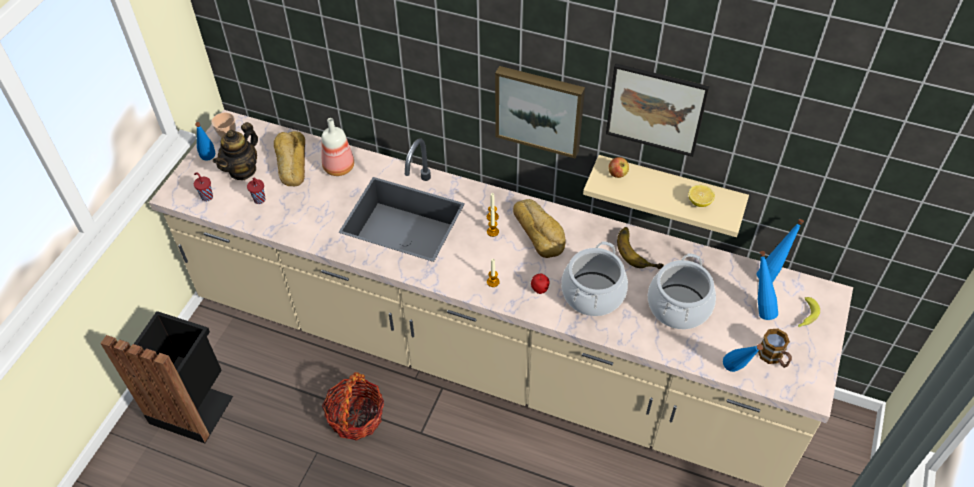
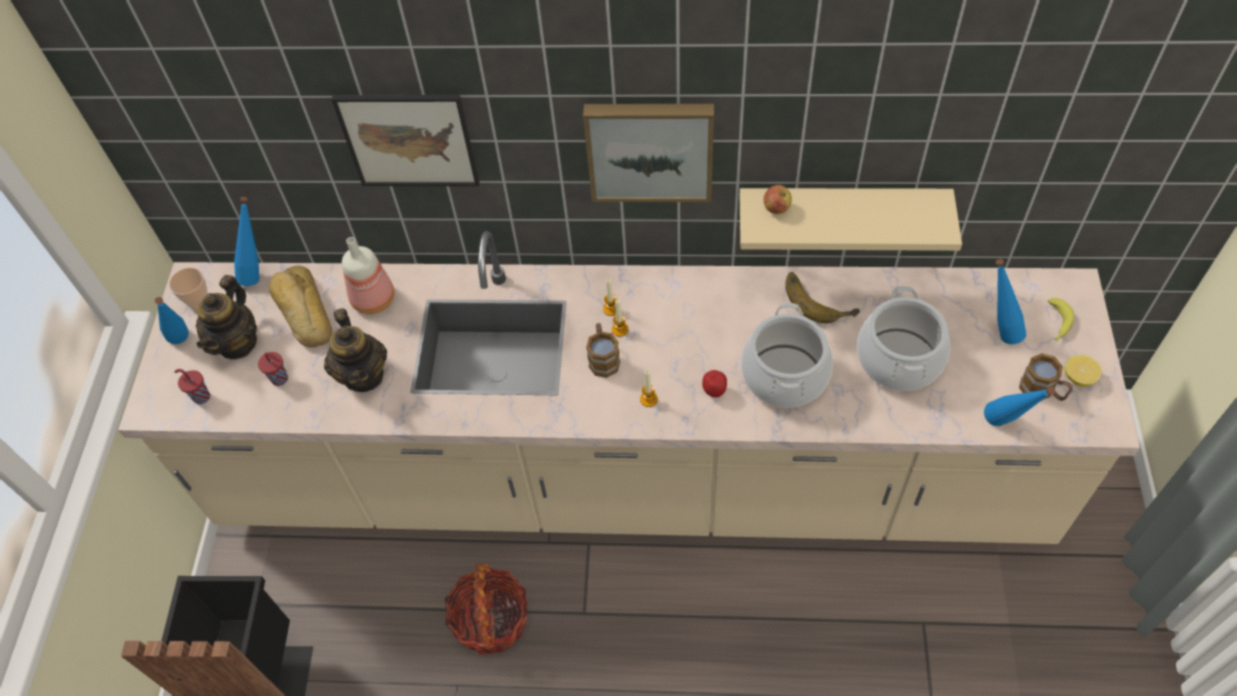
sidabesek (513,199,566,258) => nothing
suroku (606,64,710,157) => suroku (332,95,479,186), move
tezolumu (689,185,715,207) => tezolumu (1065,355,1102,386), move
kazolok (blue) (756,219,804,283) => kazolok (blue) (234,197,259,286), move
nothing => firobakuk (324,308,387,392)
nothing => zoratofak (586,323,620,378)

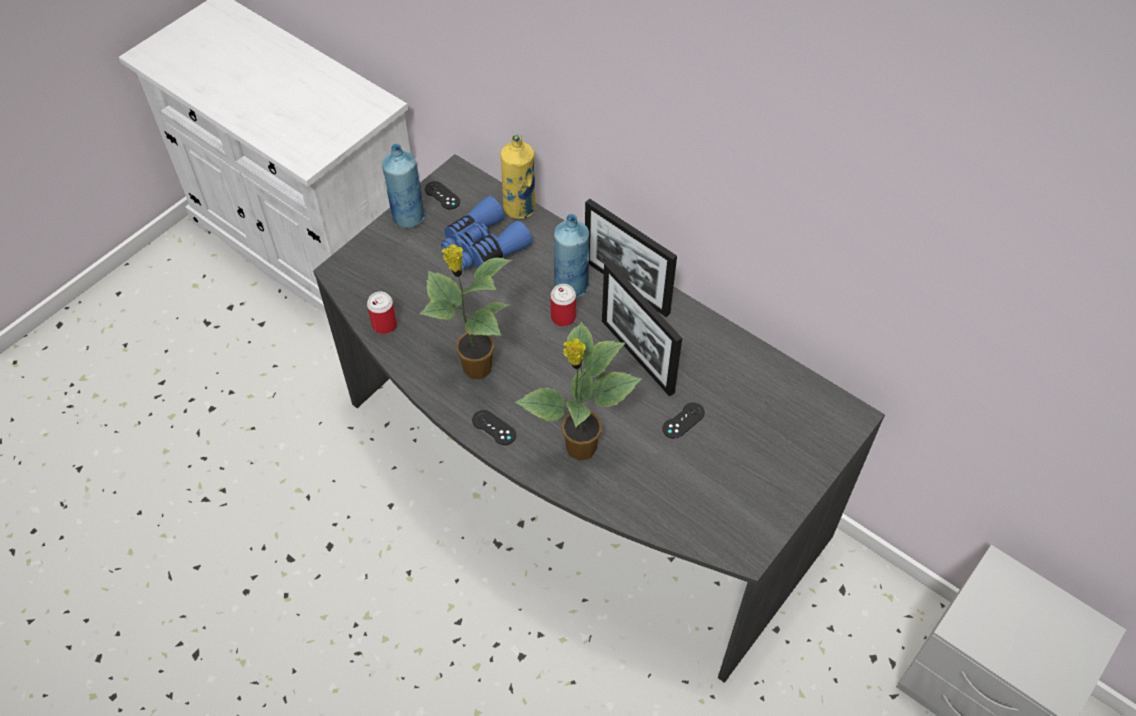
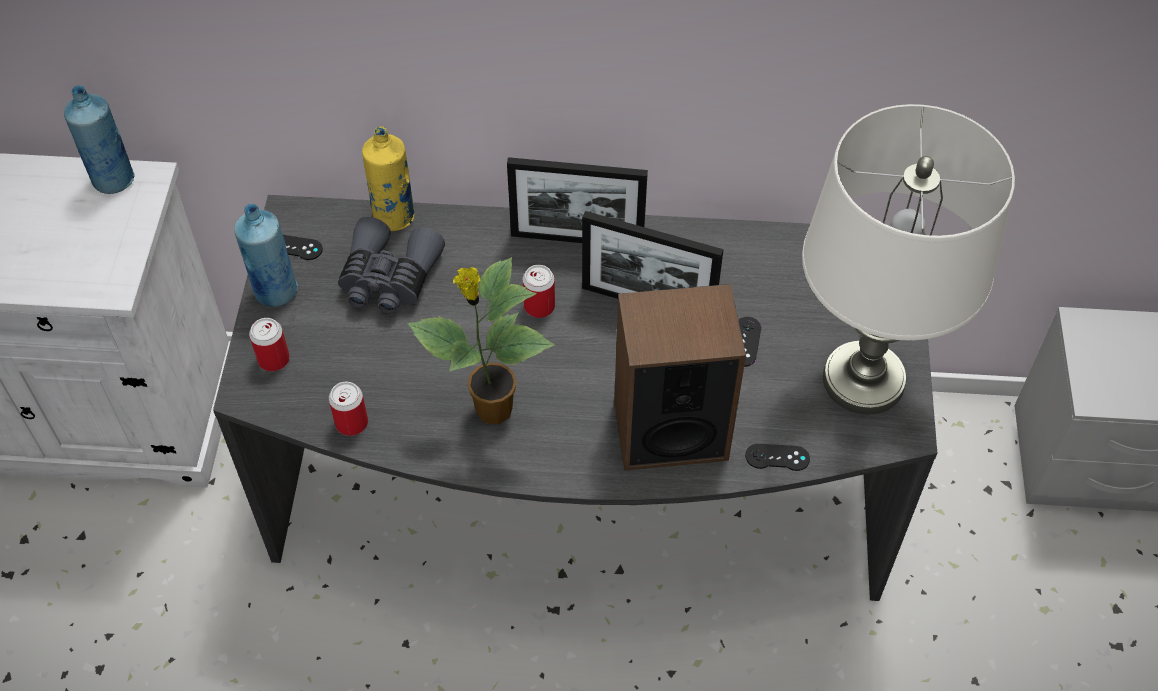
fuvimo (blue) (441,196,532,269) => fuvimo (grey) (338,217,445,314)
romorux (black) (472,410,516,445) => romorux (black) (745,444,810,471), move
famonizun (515,322,641,461) => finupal (614,284,746,471)
kazolok (blue) (554,214,589,298) => kazolok (blue) (64,85,135,194), move
nothing => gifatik (249,318,290,371)
nothing => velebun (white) (802,104,1015,415)

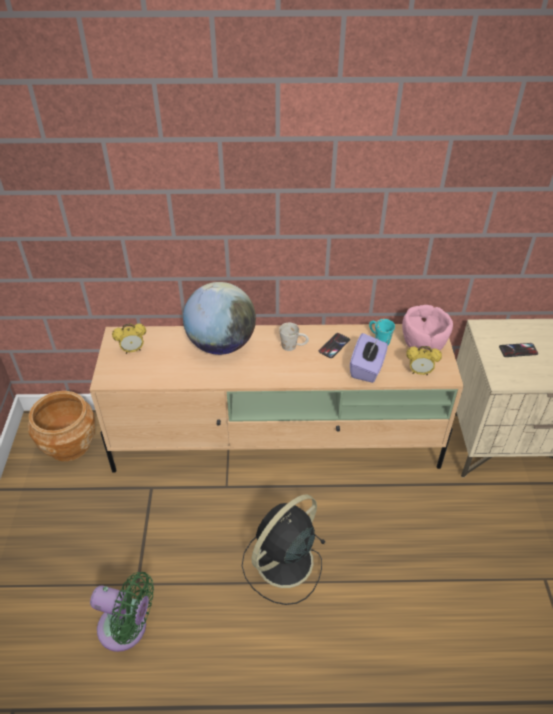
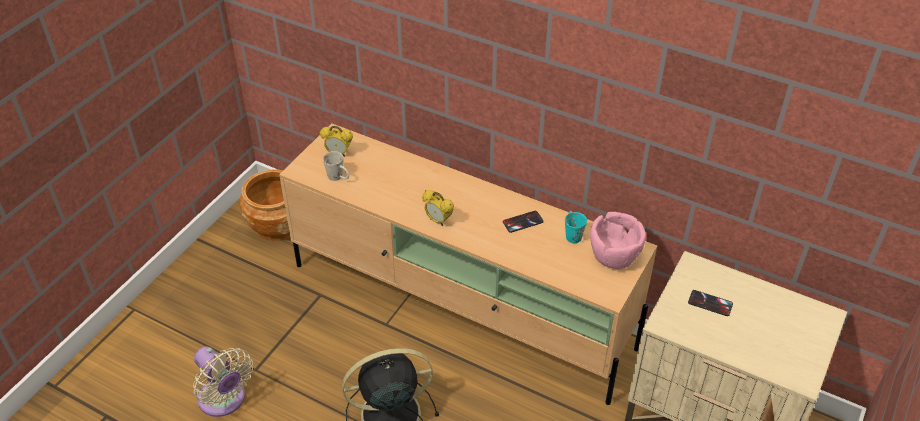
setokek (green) (90,572,154,652) => setokek (beige) (193,347,253,417)
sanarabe (183,282,256,355) => nothing
zoratofak (white) (279,323,309,351) => zoratofak (white) (323,151,349,181), move
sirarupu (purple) (350,333,388,383) => nothing
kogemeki (406,346,442,376) => kogemeki (422,190,454,226), move

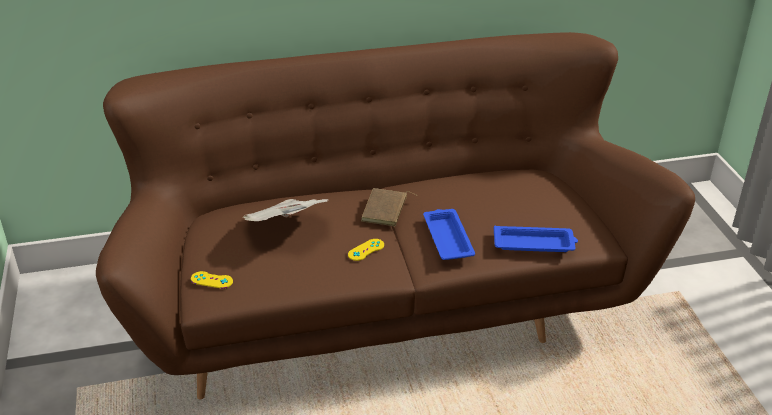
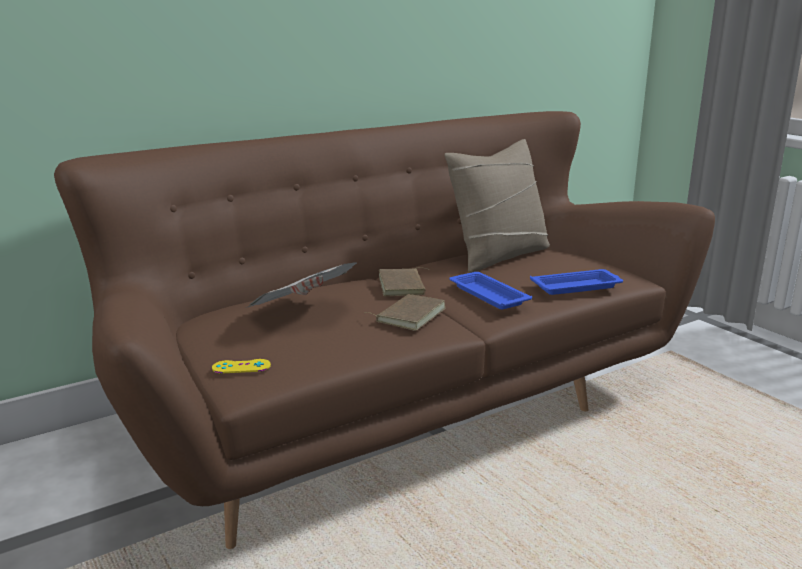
romorux (yellow) (348,239,384,261) => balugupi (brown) (365,294,446,331)
nothing => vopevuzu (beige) (444,139,550,273)

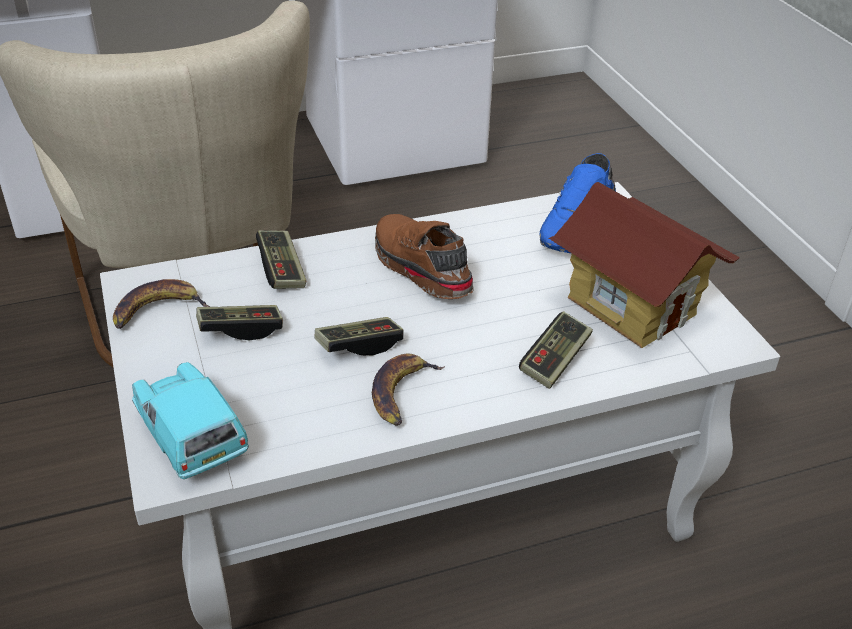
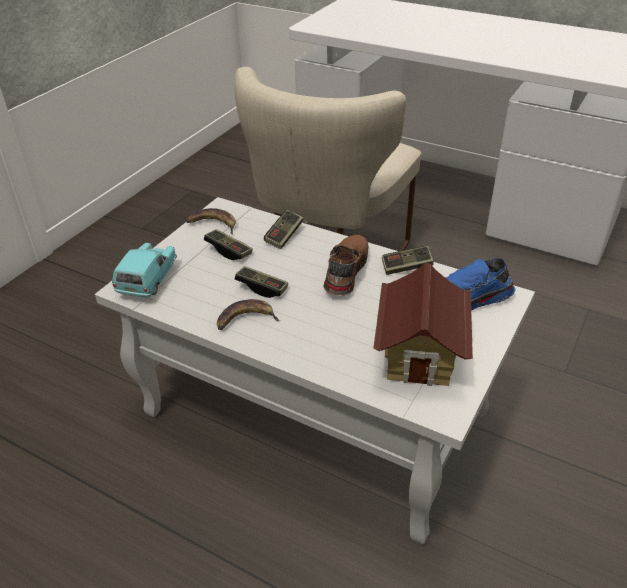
romorux (519,311,593,389) => romorux (382,246,433,275), move

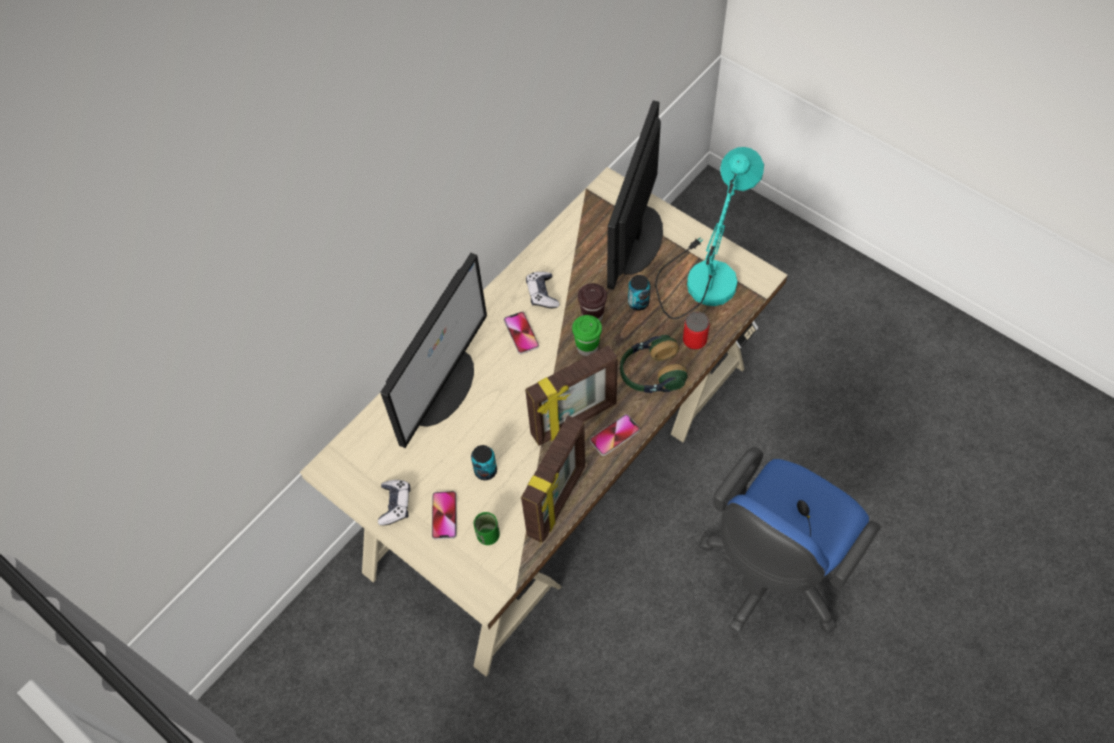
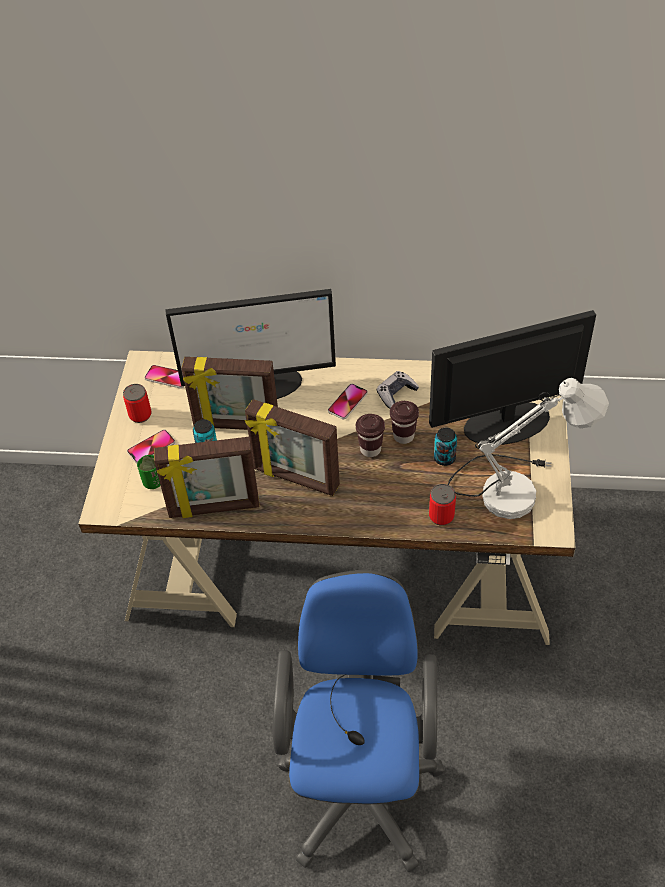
romorux (378,480,410,525) => gifatik (123,384,152,423)
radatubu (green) (572,315,602,356) => radatubu (brown) (356,414,385,457)
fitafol (590,414,640,456) => fitafol (144,365,185,389), move
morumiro (620,335,688,393) => nothing
velebun (turquoise) (655,147,764,319) => velebun (white) (448,378,609,519)
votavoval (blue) (699,447,881,633) => votavoval (blue) (273,570,445,872), 90 degrees clockwise
nothing => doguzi (181,357,278,430)

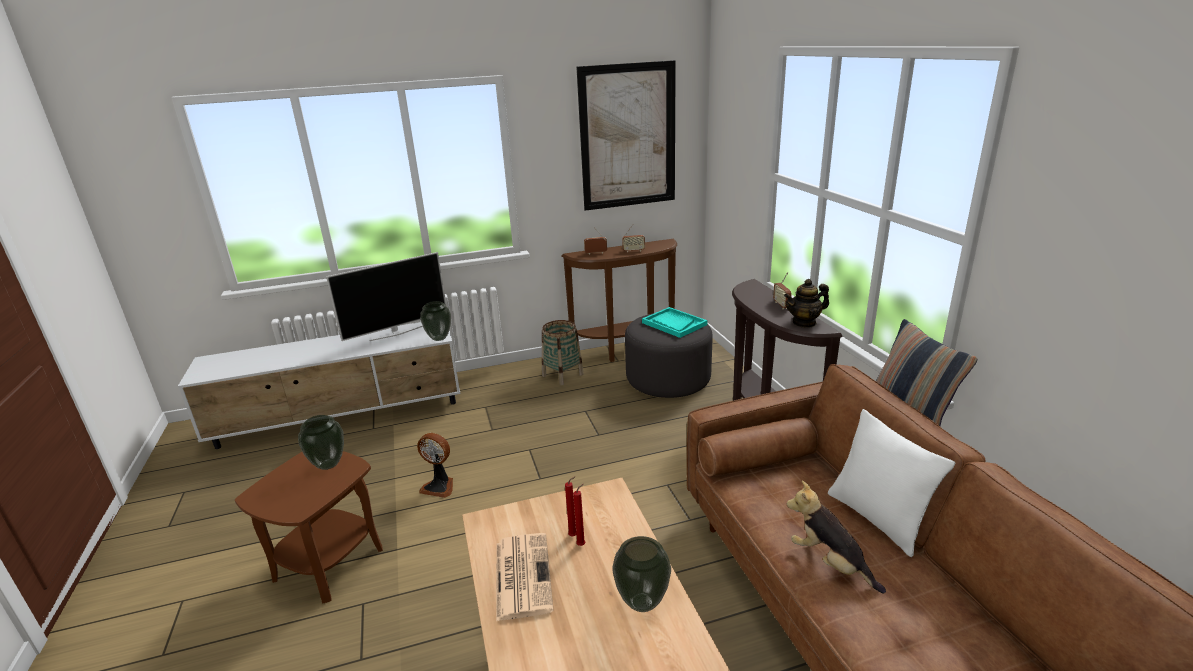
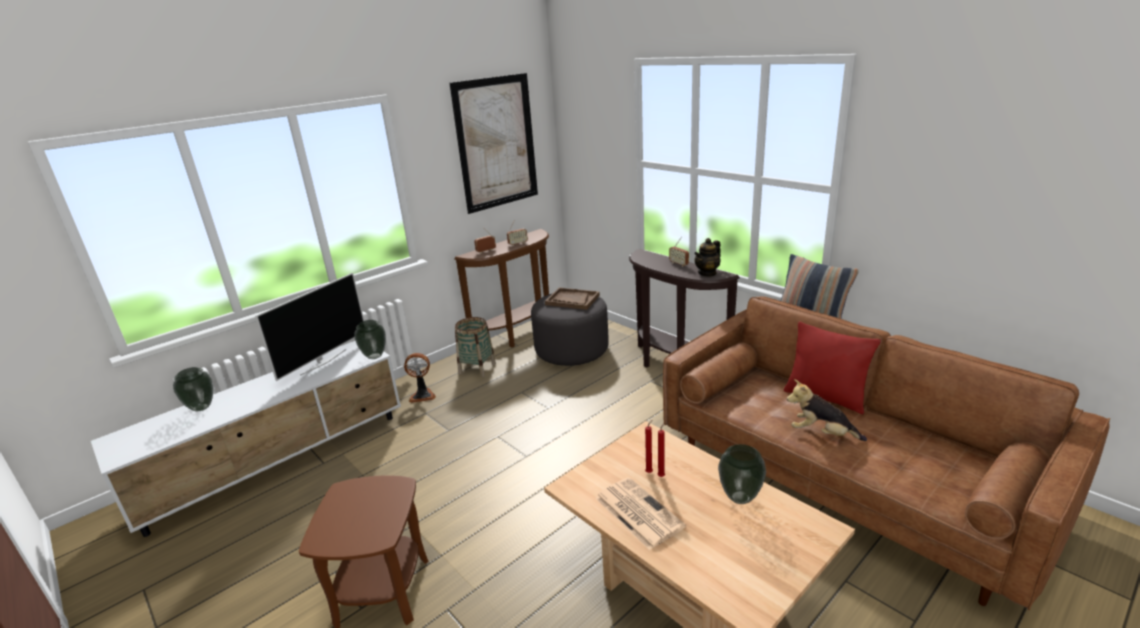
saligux (298,415,344,470) => saligux (173,367,213,412), move
setokek (417,433,453,498) => setokek (404,353,436,403), move
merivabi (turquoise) (642,307,707,338) => merivabi (brown) (545,287,600,310)
vopevuzu (white) (828,409,956,557) => vopevuzu (red) (784,322,881,414)

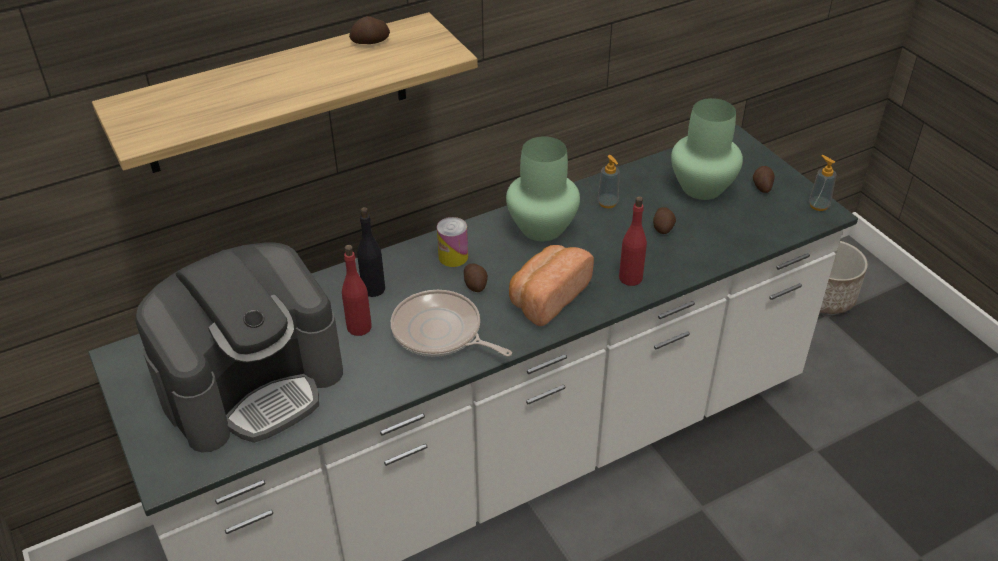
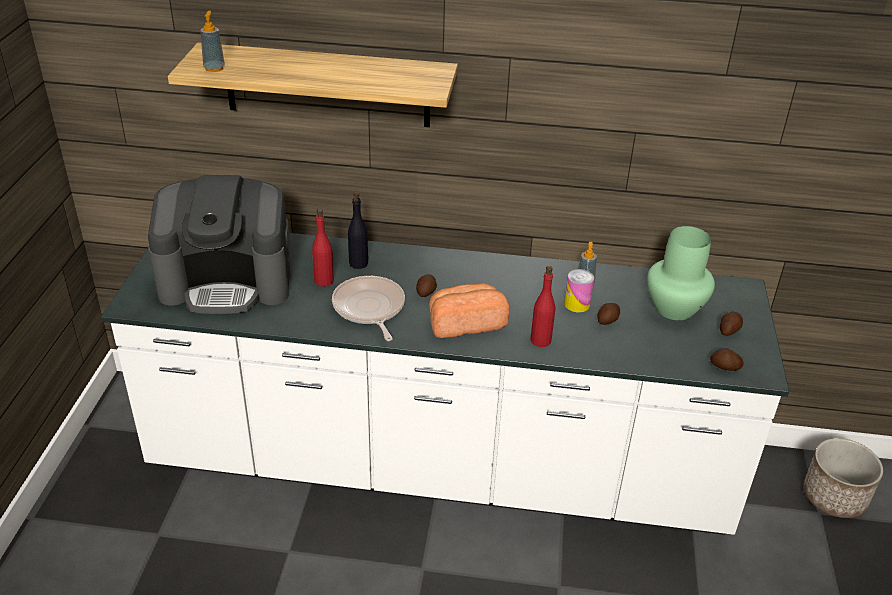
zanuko (349,16,390,44) => zanuko (710,348,743,371), move
gifatik (437,217,468,267) => gifatik (564,269,594,312), move
saligux (green) (506,136,580,242) => nothing
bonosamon (809,155,837,211) => bonosamon (200,11,225,72), move

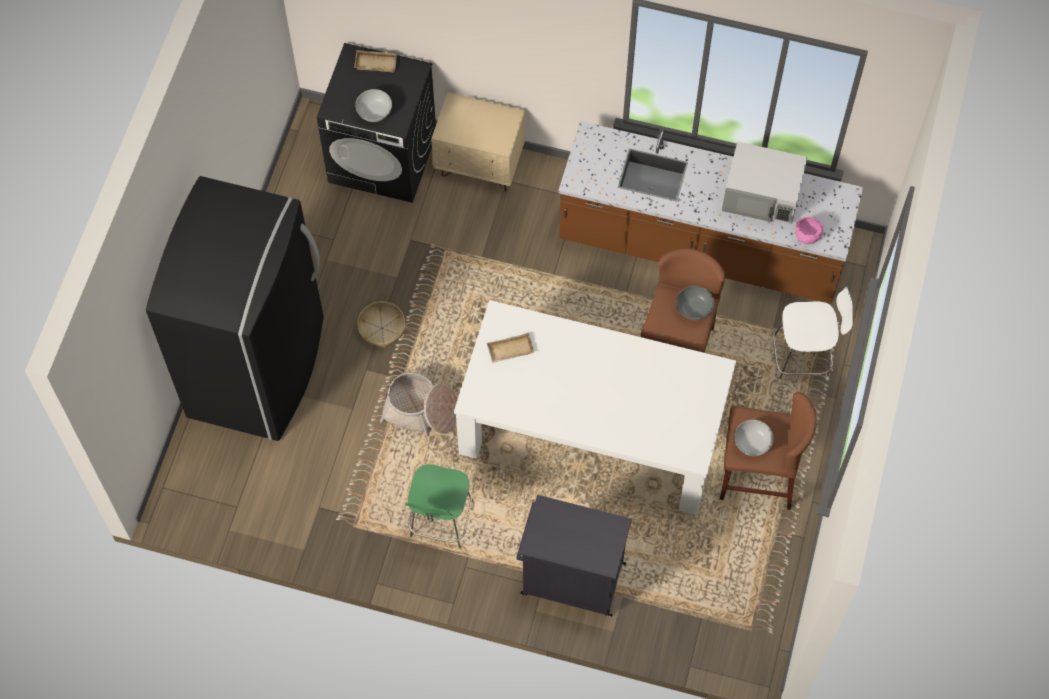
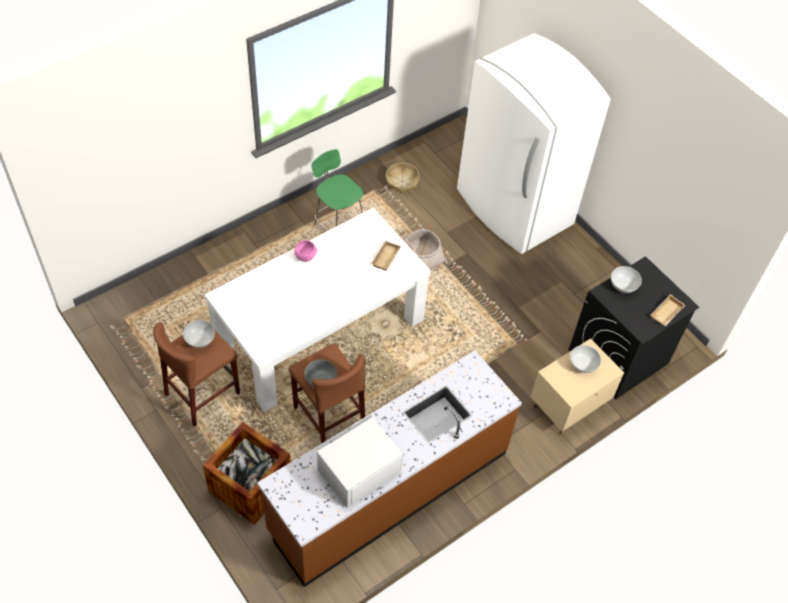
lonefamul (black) (146,176,324,441) => lonefamul (white) (457,33,611,254)
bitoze (357,301,405,348) => bitoze (386,163,420,193), move
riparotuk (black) (516,495,632,617) => nothing
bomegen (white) (773,287,853,382) => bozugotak (203,422,291,525)
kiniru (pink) (795,217,824,244) => kiniru (pink) (294,240,318,262), move
nothing => kiniru (white) (570,345,601,373)

